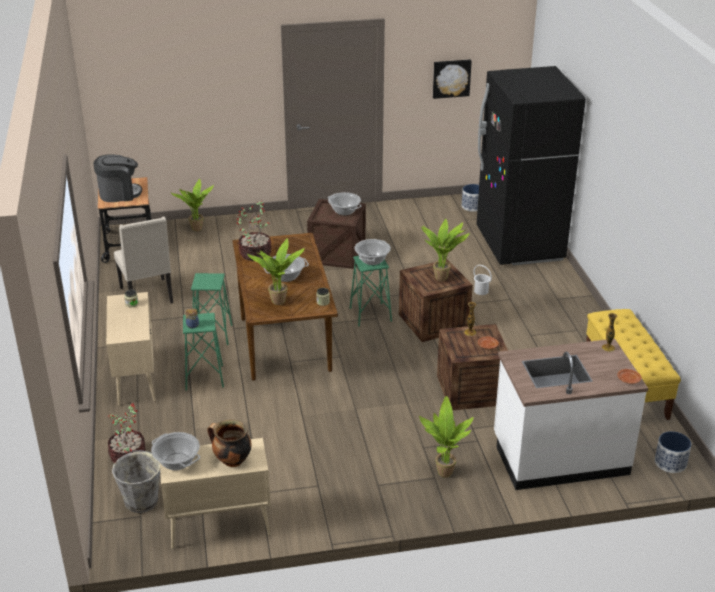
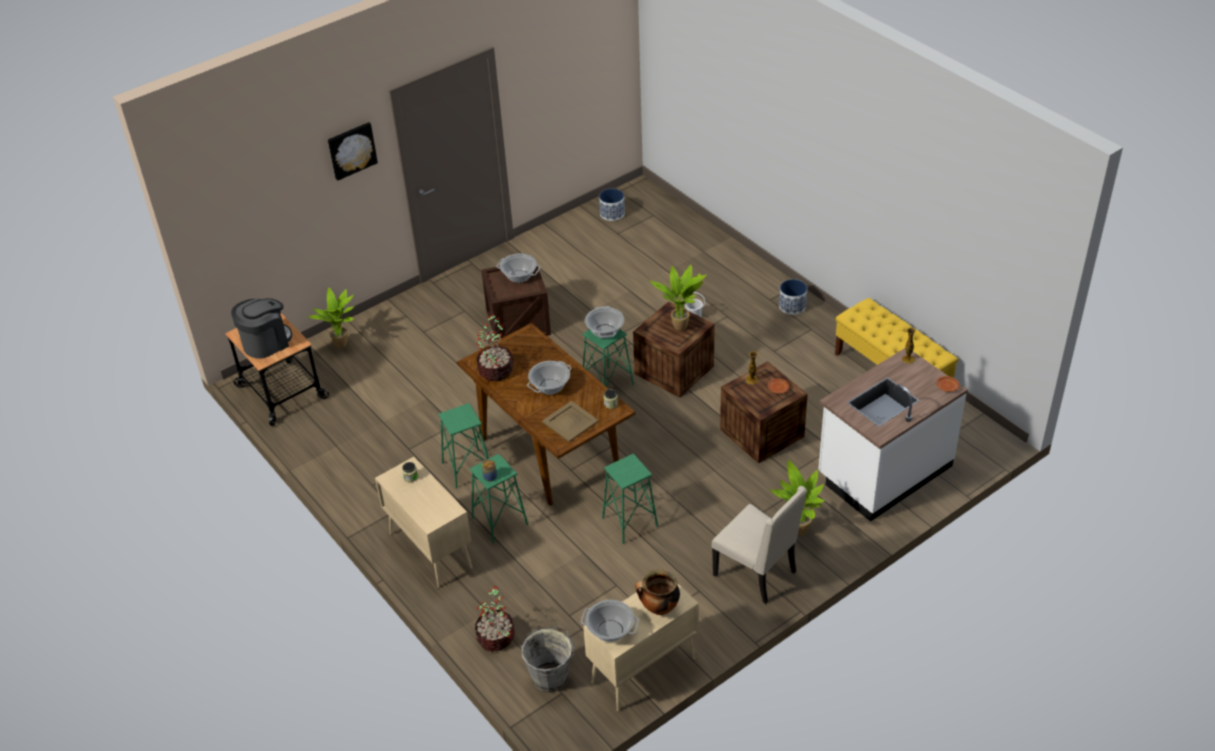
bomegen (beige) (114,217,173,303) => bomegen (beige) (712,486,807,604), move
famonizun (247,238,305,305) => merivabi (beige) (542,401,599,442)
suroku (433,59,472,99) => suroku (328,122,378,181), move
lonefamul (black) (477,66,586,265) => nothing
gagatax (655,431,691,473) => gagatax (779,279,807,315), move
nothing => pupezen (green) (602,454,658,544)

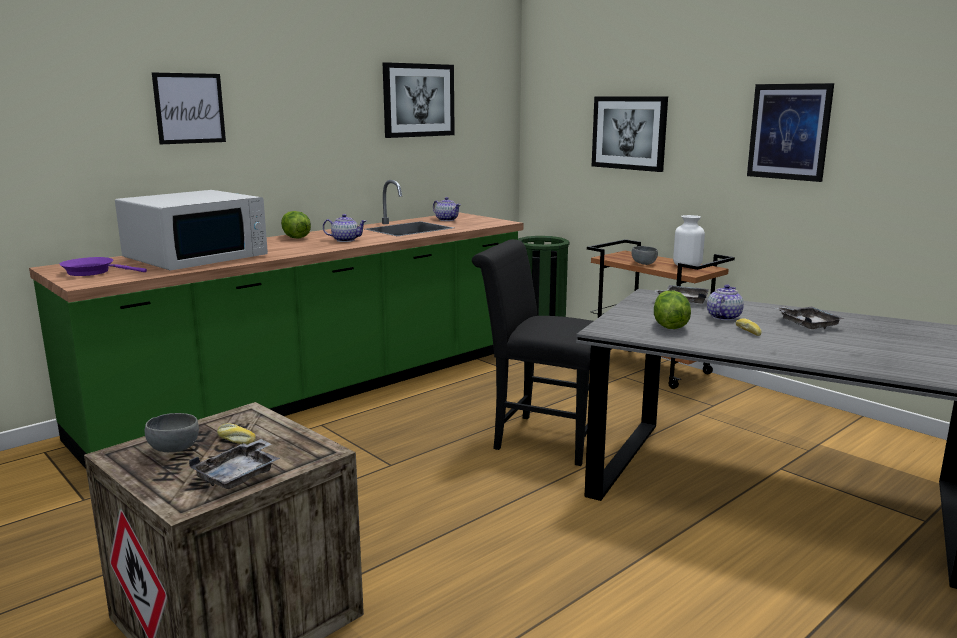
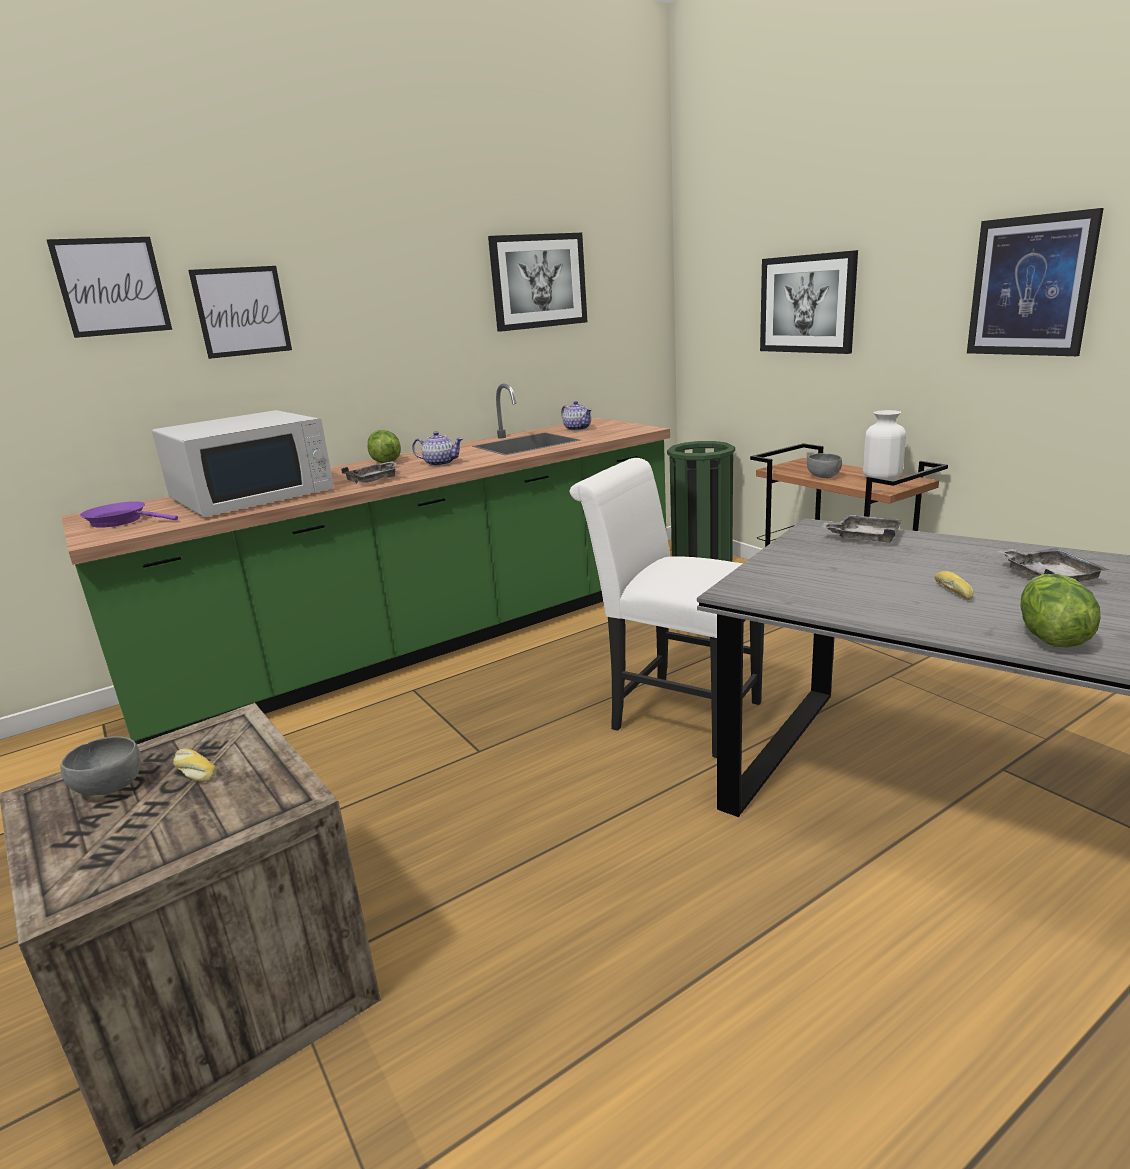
merivabi (grey) (189,439,280,489) => merivabi (grey) (341,461,399,484), move
bomegen (black) (472,239,610,466) => bomegen (white) (570,458,764,758)
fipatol (654,290,691,329) => fipatol (1021,574,1100,647), move
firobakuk (707,284,744,321) => nothing
nothing => suroku (46,237,172,338)

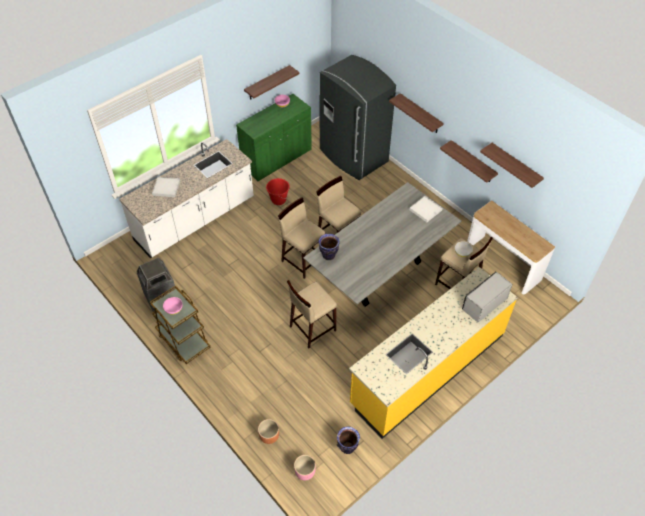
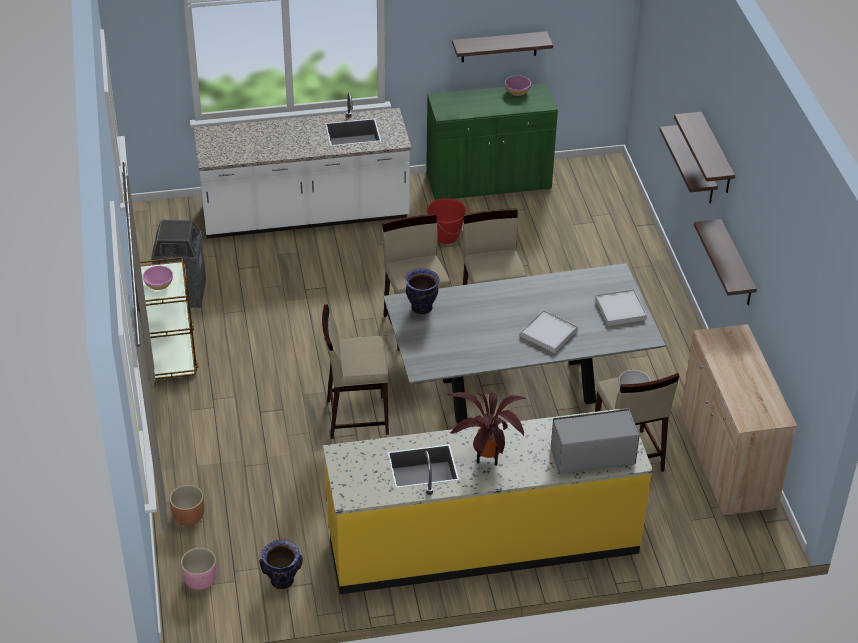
merivabi (white) (152,177,180,197) => merivabi (white) (520,310,578,353), move
lonefamul (grey) (319,55,396,180) => nothing
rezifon (467,200,555,294) => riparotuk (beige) (680,324,797,516)
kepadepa (480,143,544,188) => kepadepa (674,112,735,193), move
nothing => famonizun (447,392,527,466)

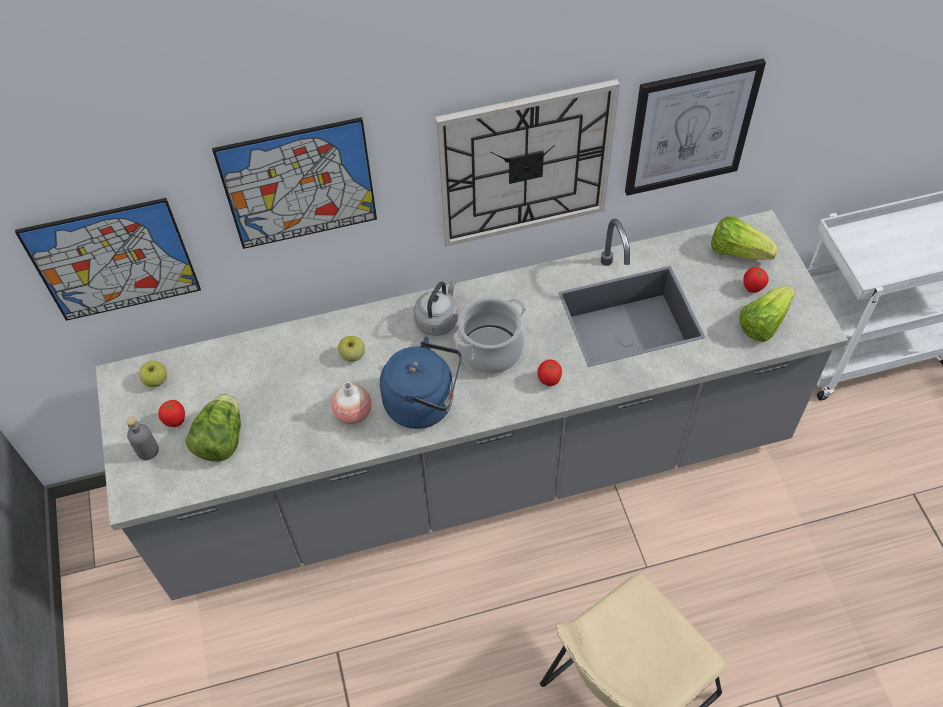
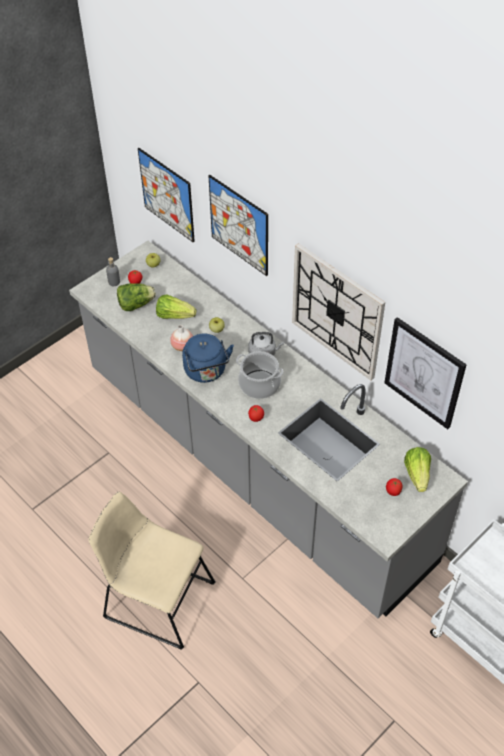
fipatol (739,286,795,342) => fipatol (156,294,196,319), move

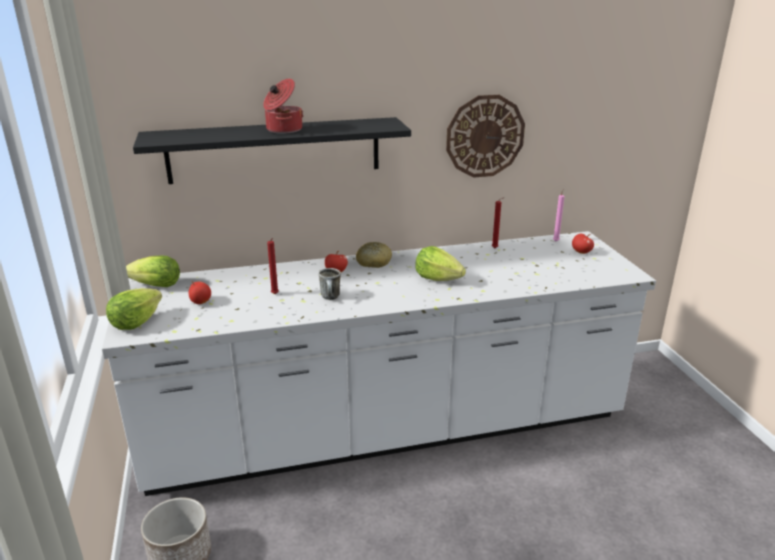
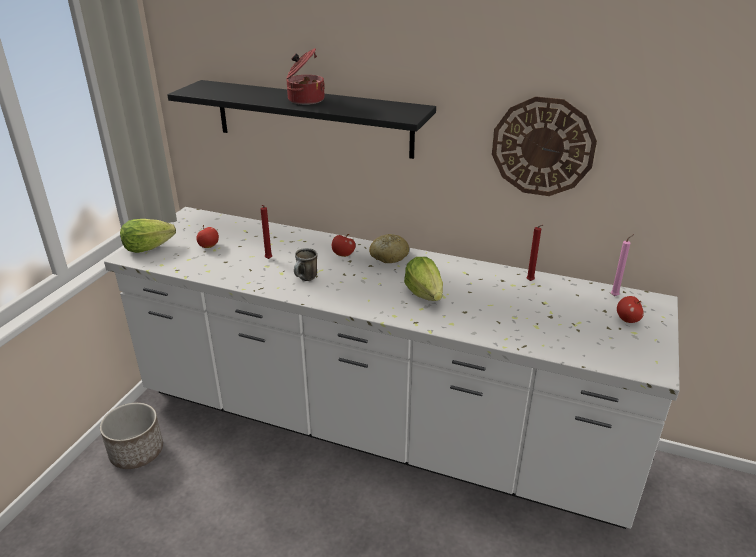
fipatol (126,255,180,287) => nothing

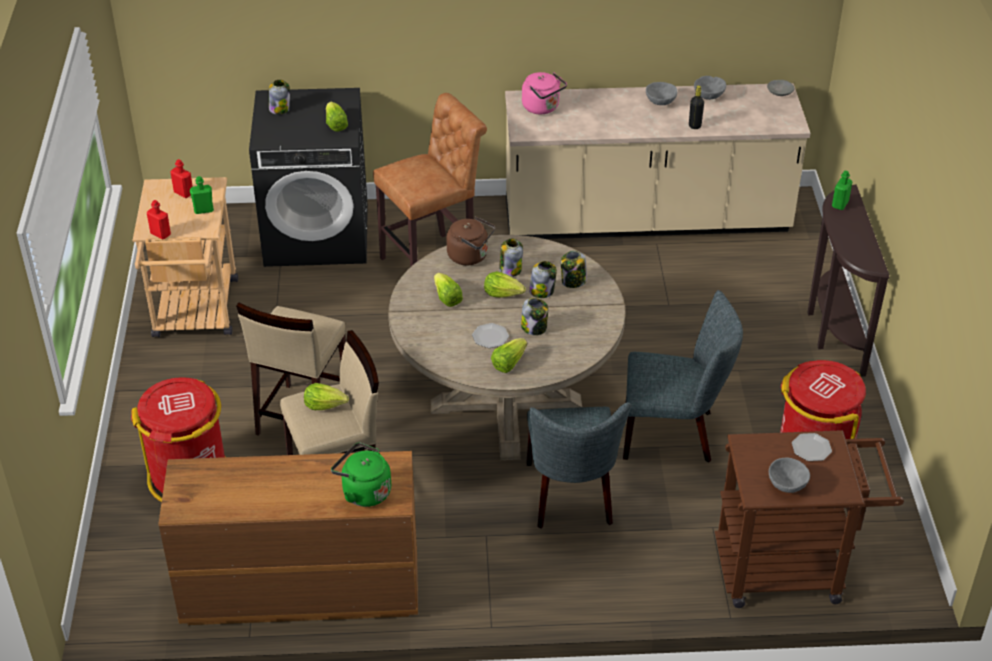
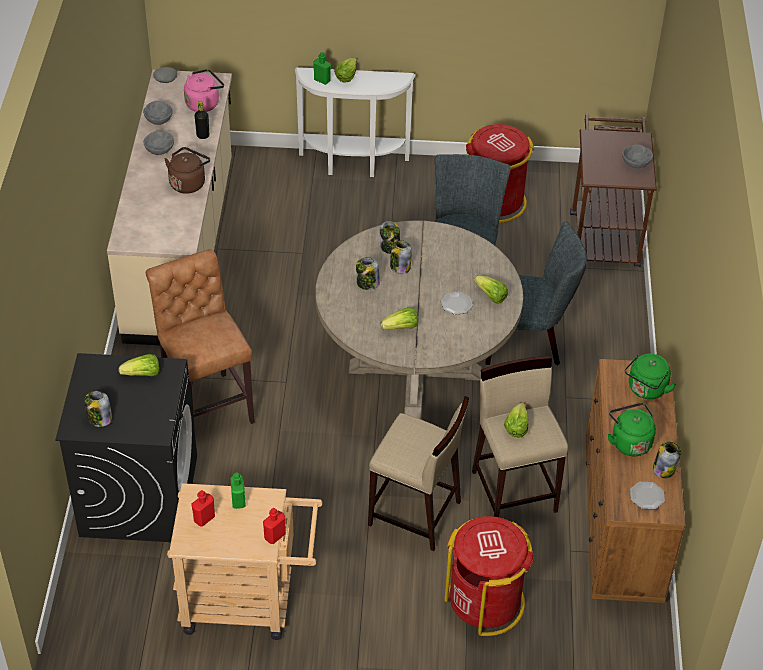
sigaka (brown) (446,216,495,265) => sigaka (brown) (164,147,210,194), move
fipatol (484,271,526,297) => fipatol (334,58,357,82), move
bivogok (521,298,548,335) => bivogok (653,442,681,478), move
sigaka (pink) (522,72,567,114) => sigaka (pink) (184,69,224,112), move
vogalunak (792,433,832,461) => vogalunak (630,482,665,509), move
rezifon (brown) (808,184,889,377) => rezifon (white) (295,67,415,177)
nothing => sigaka (green) (608,403,656,456)

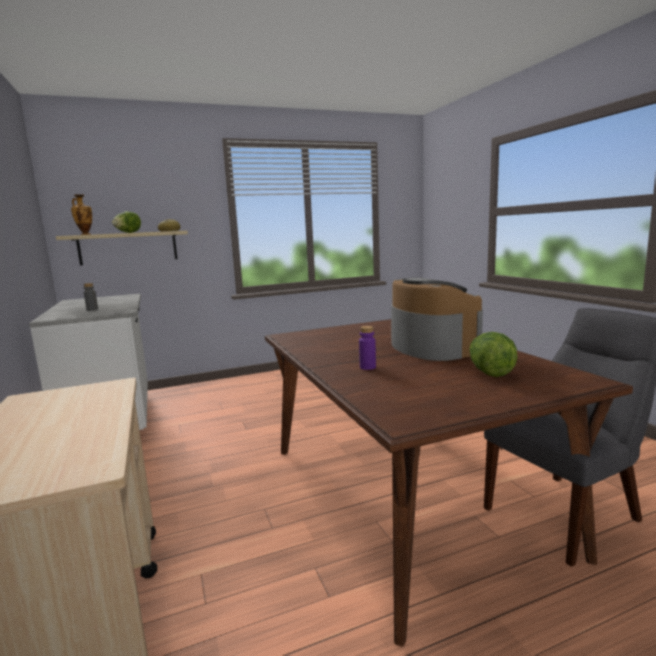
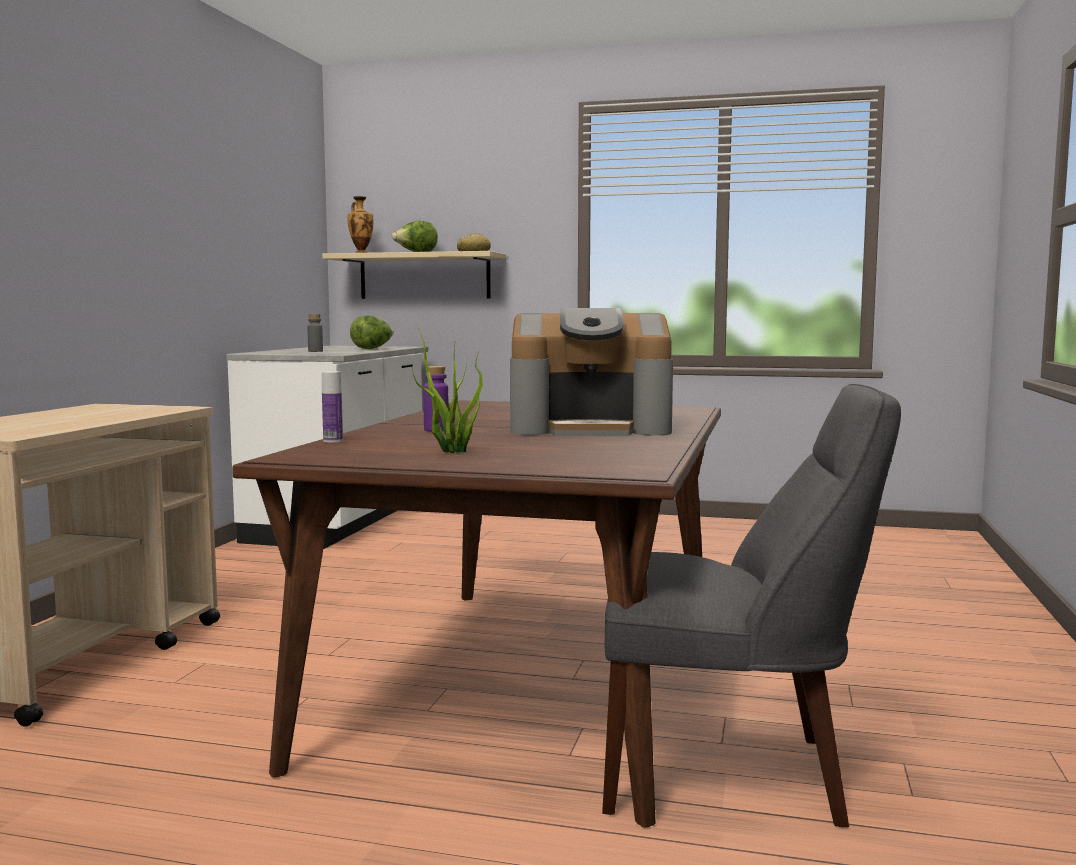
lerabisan (391,278,483,361) => lerabisan (510,308,673,436), 75 degrees clockwise
fipatol (469,332,518,377) => fipatol (350,315,394,349), move
nothing => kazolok (322,371,343,443)
nothing => famonizun (412,327,483,453)

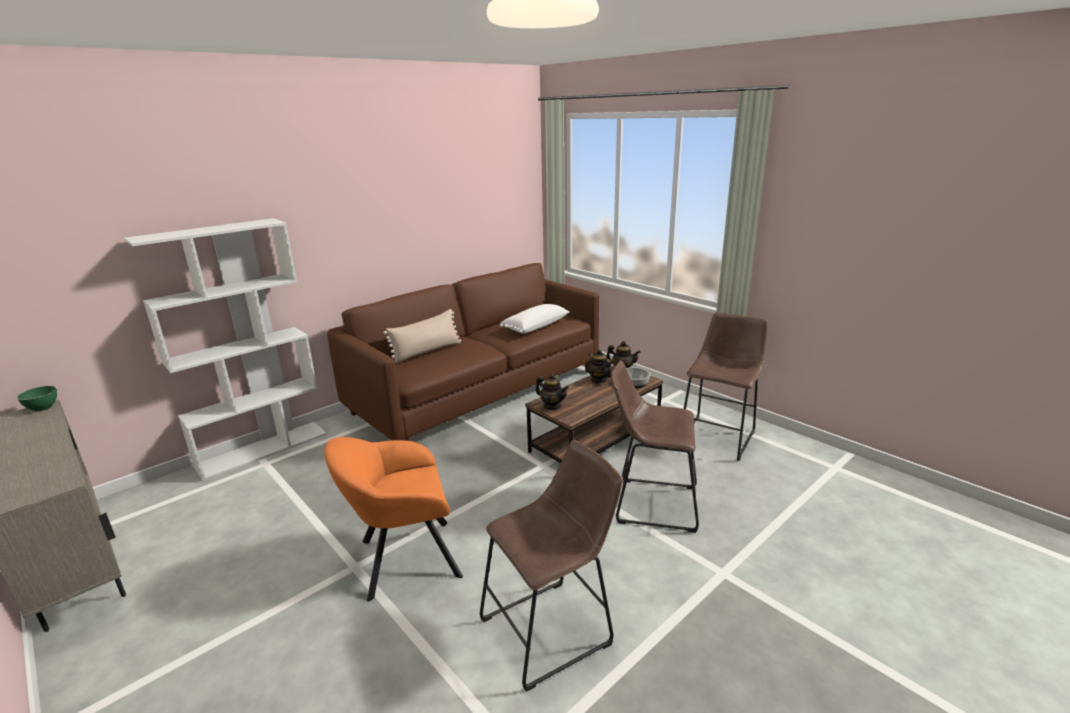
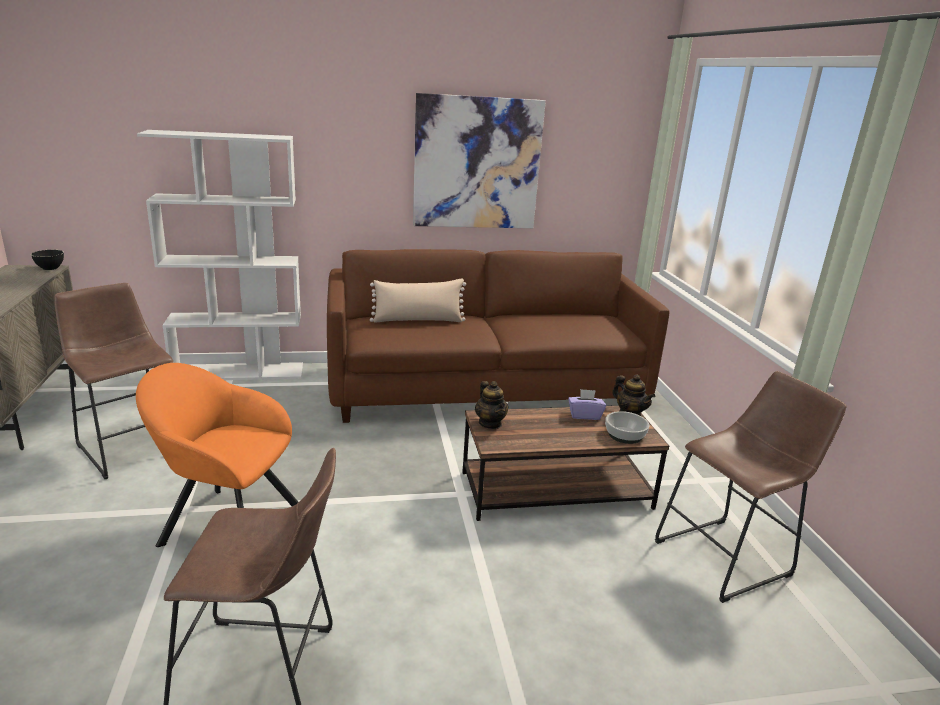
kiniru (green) (17,386,57,411) => kiniru (black) (31,250,64,270)
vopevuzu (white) (500,304,569,334) => nothing
firobakuk (588,349,611,383) => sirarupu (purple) (568,389,606,420)
pupezen (brown) (612,360,699,533) => pupezen (brown) (55,283,173,479), move
nothing => suroku (413,93,546,228)

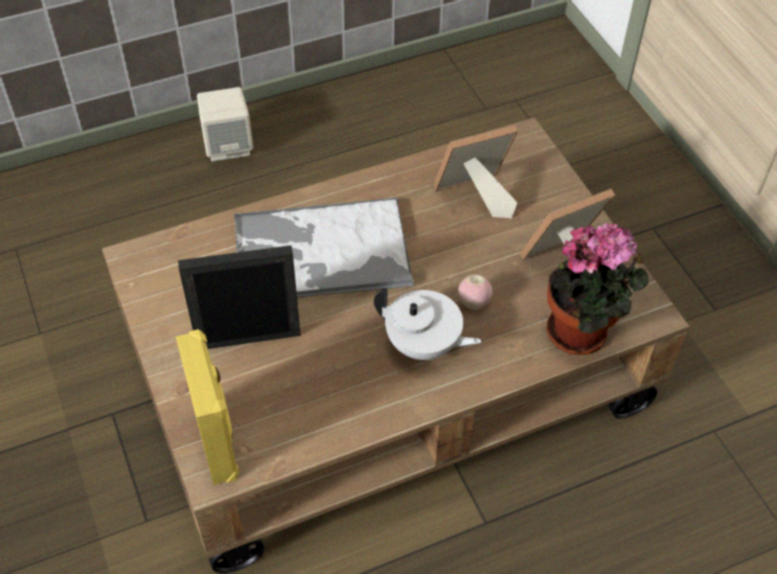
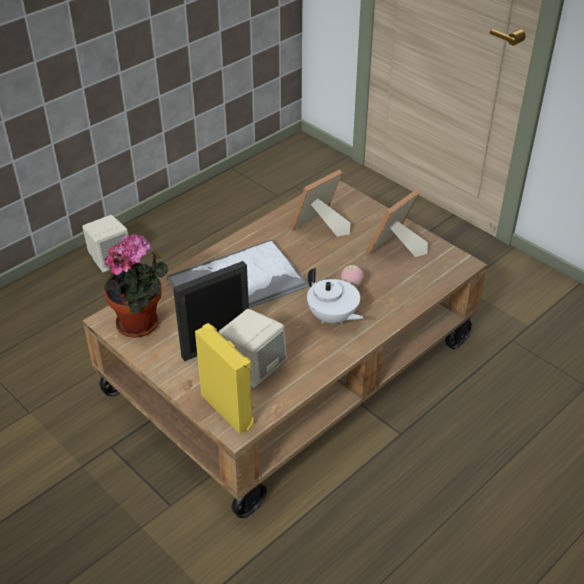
firobakuk (white) (374,288,482,360) => firobakuk (white) (307,268,364,324), 45 degrees clockwise
famonizun (546,223,649,355) => famonizun (104,234,169,338), move
nothing => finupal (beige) (219,309,287,388)

